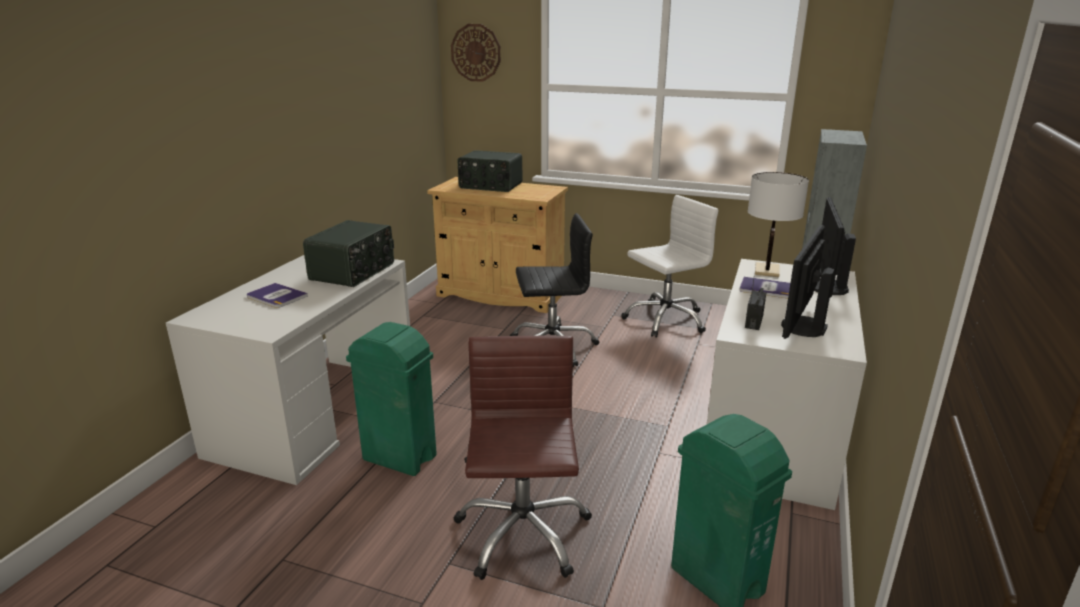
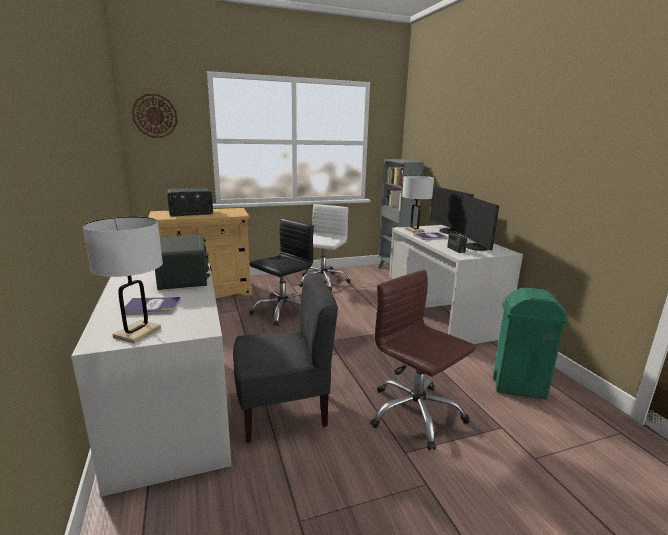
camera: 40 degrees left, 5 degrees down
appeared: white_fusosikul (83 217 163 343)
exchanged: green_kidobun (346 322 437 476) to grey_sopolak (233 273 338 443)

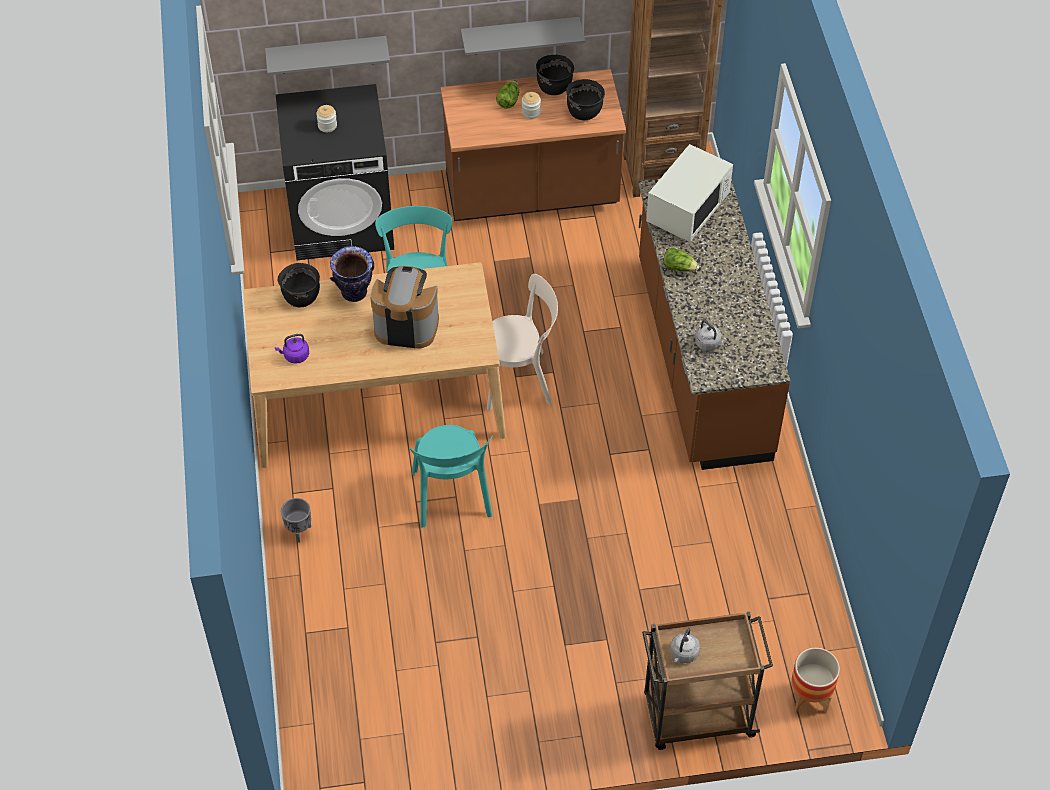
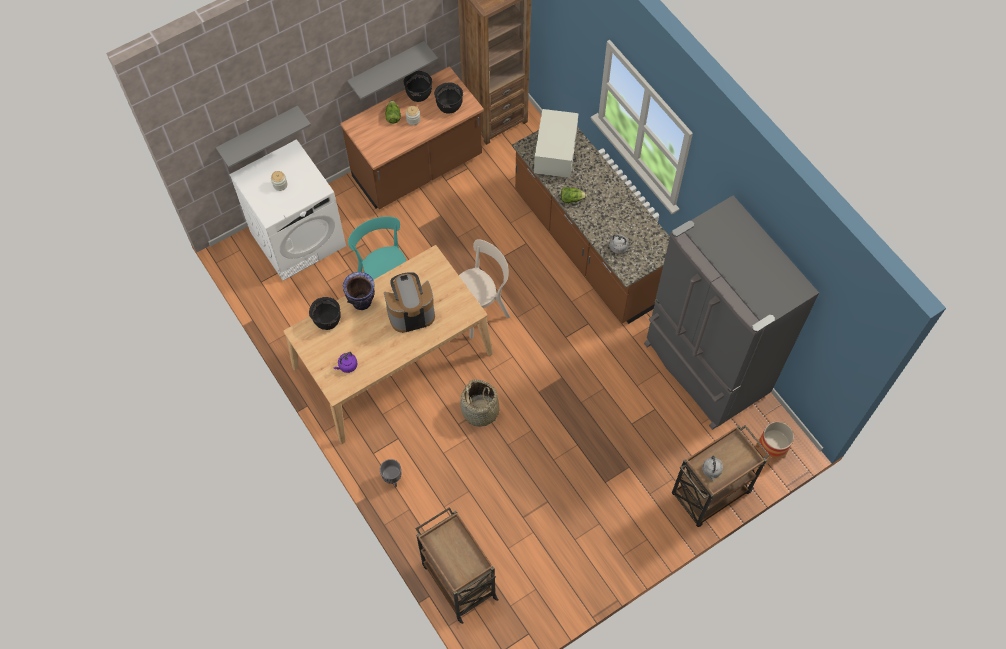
camera: 25 degrees left, 10 degrees up
appeared: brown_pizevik (416 507 499 624); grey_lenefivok (644 196 819 430)
exchanged: turquoise_sopolak (410 425 493 528) to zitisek (461 379 500 427)
colour: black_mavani (276 84 394 260) to white_mavani (229 139 346 281)

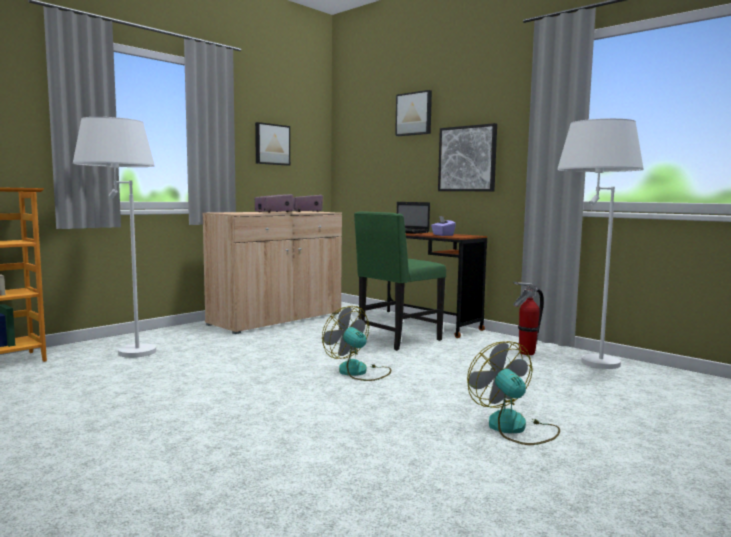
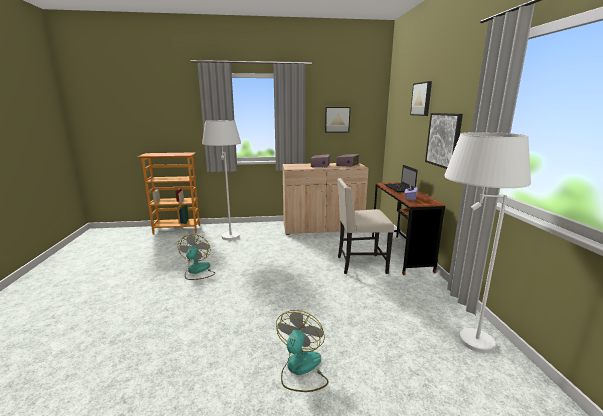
camera: 40 degrees right, 10 degrees up
missing: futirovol (513 282 544 355)
relocated: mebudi (322 306 391 381) to (178 234 215 280)
colour: green_sopolak (354 211 446 351) to beige_sopolak (337 178 394 274)

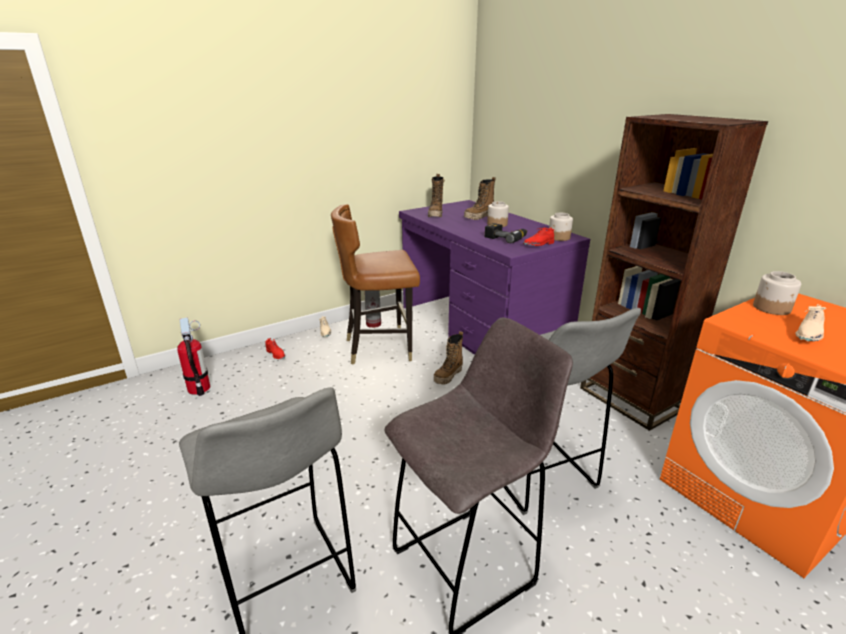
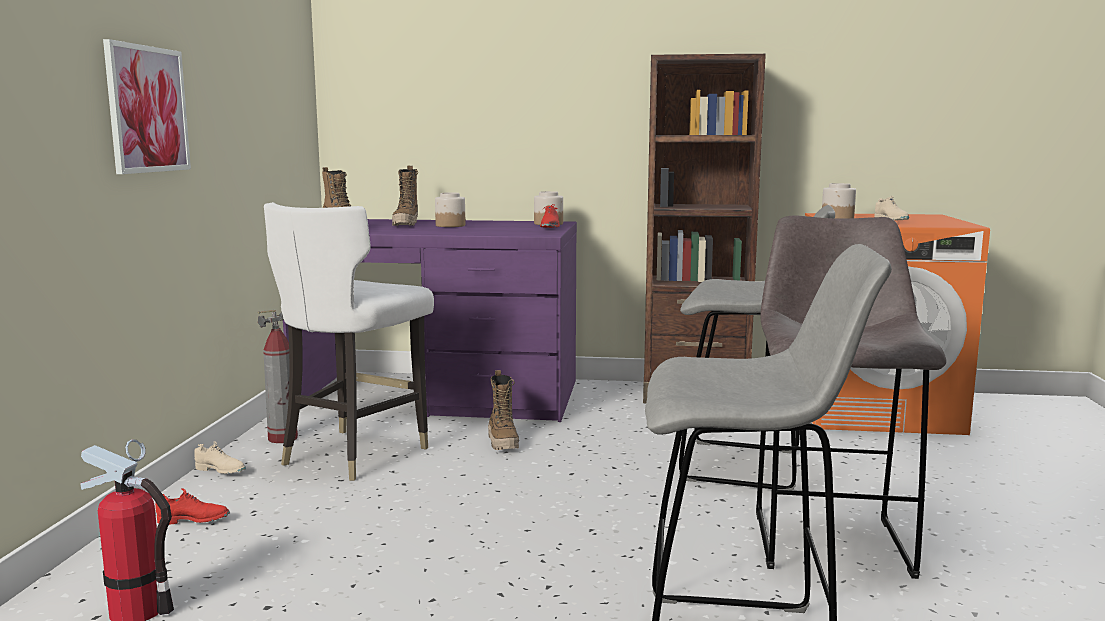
camera: 50 degrees left, 15 degrees down
missing: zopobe (485 223 527 243)
appeared: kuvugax (103 39 191 174)
colour: brown_sopolak (331 204 420 365) to white_sopolak (264 202 434 481)

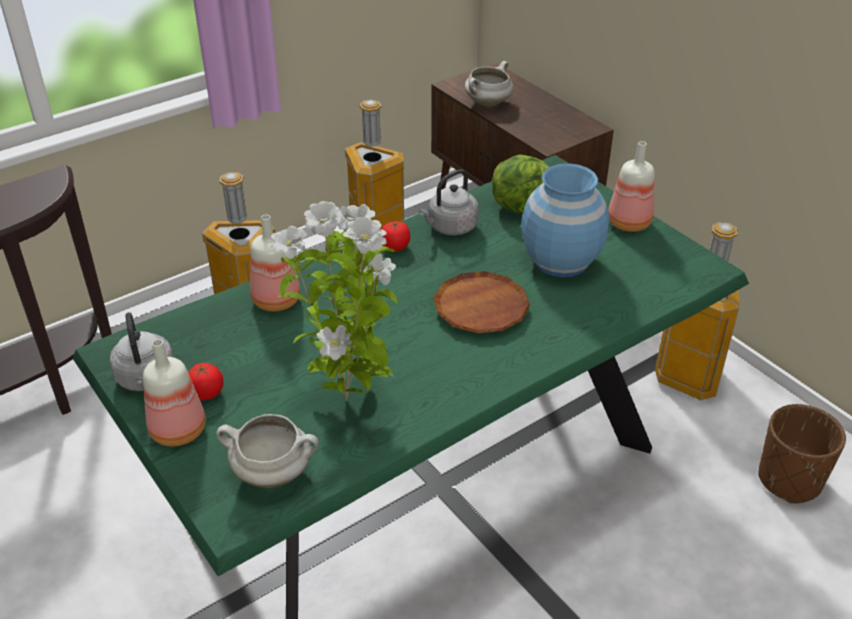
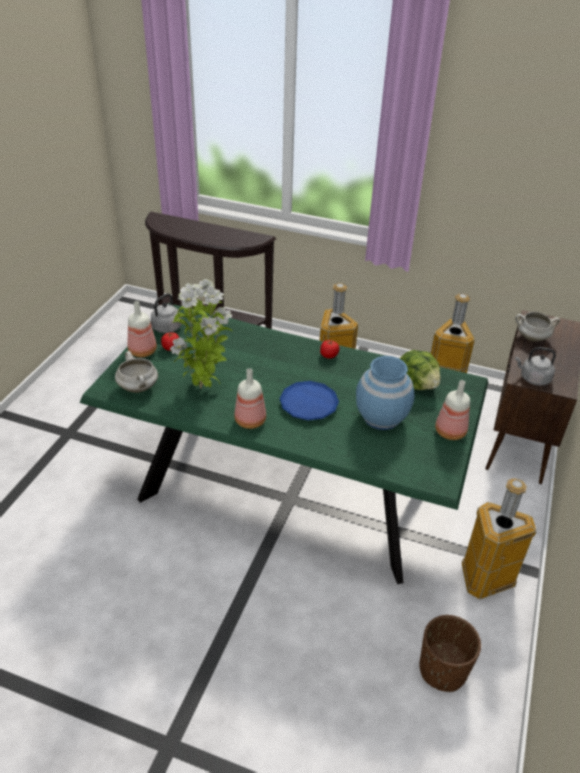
camera: 55 degrees right, 0 degrees up
relocated: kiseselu (250 215 300 311) to (234 368 266 429); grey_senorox (419 169 479 235) to (515 347 556 386)
colour: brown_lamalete (433 271 530 334) to blue_lamalete (279 381 339 420)

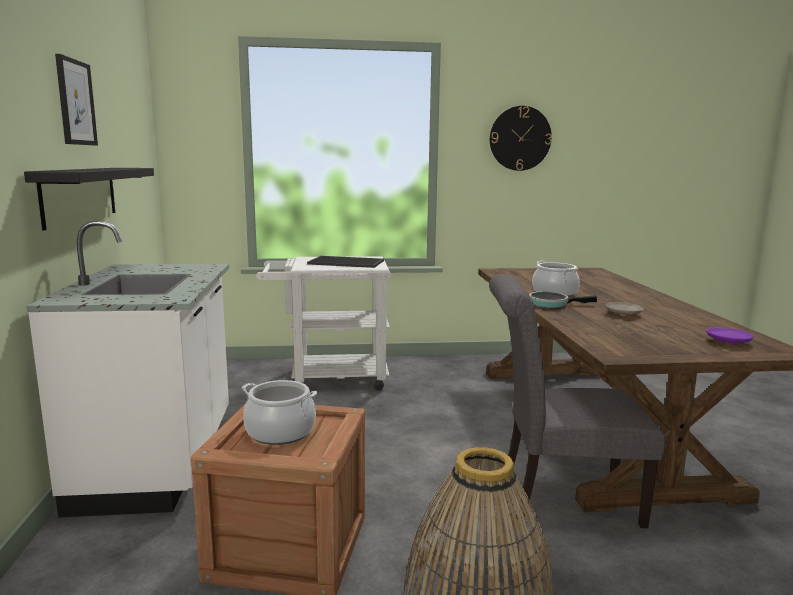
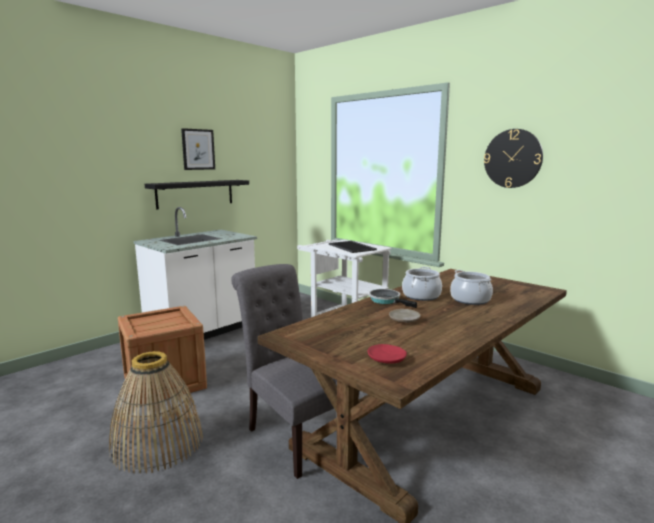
camera: 50 degrees right, 0 degrees up
relocated: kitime (242 380 317 445) to (450 270 493 305)
colour: purple_lamalete (706 328 753 345) to red_lamalete (368 344 407 364)

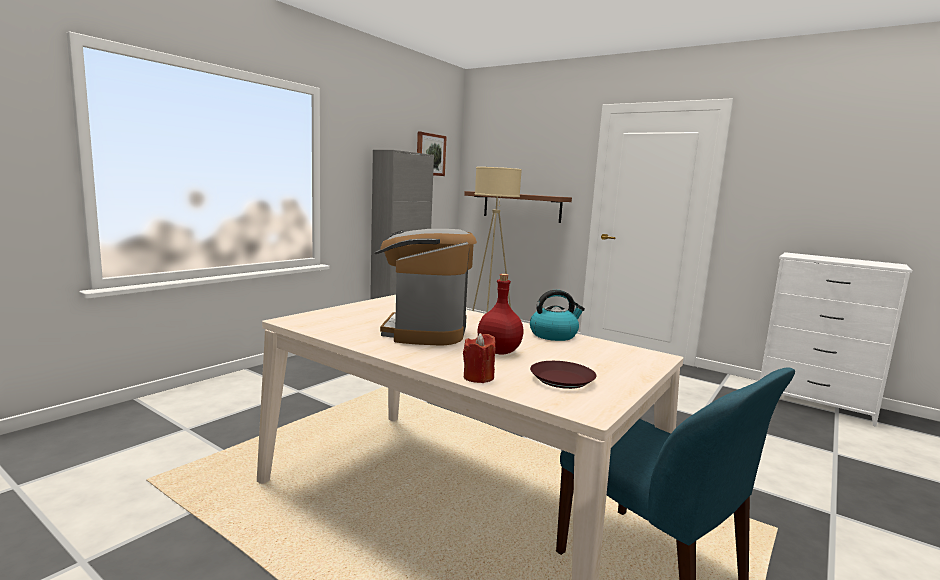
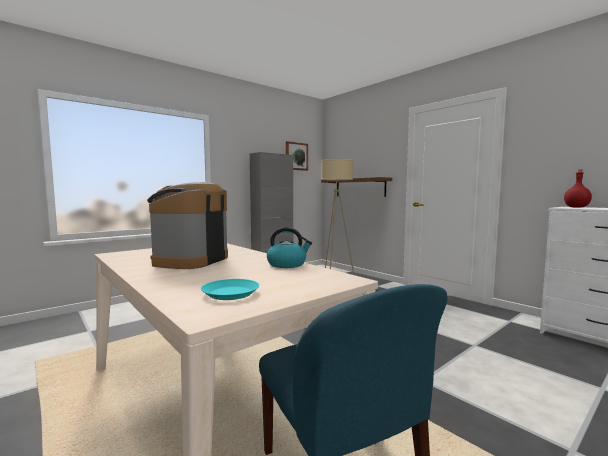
camera: 15 degrees right, 5 degrees down
missing: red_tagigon (463 333 496 383)
relocated: red_kiseselu (478 274 523 354) to (564 169 592 208)
colour: brown_lamalete (530 361 596 389) to turquoise_lamalete (201 279 259 300)

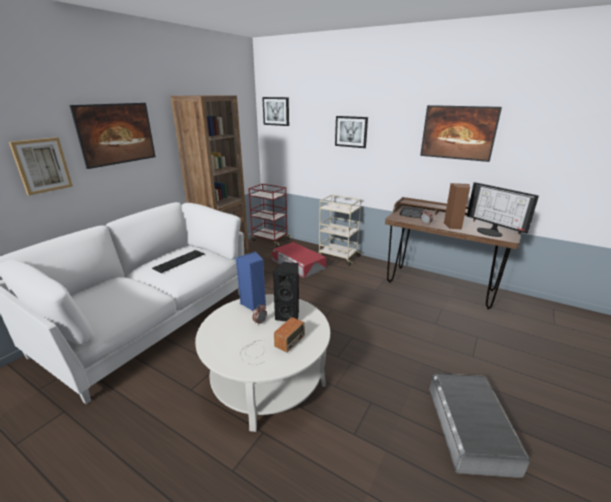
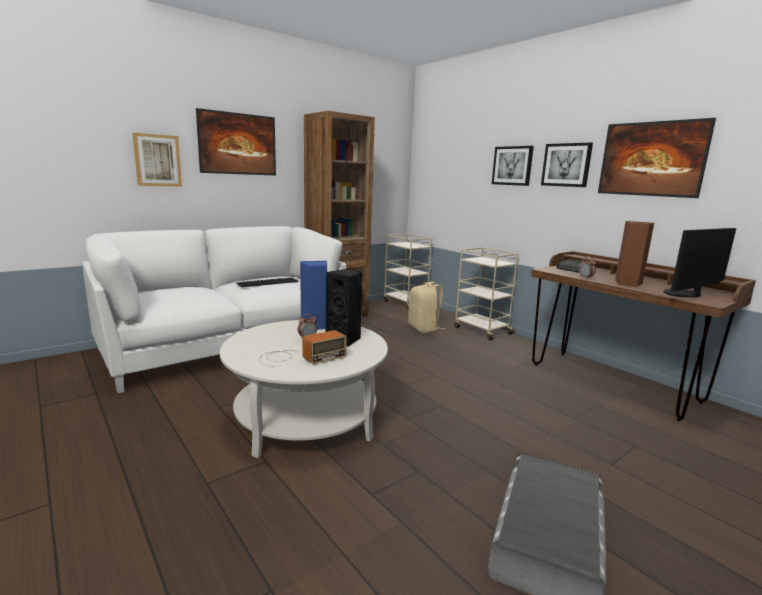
camera: 20 degrees right, 10 degrees down
relocated: kuvugax (262 97 289 126) to (541 143 593 187)
exchanged: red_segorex (272 242 326 278) to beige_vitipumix (408 281 445 334)
colour: red_pizevik (248 184 291 247) to beige_pizevik (383 234 432 310)
spun: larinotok (467 182 539 237) = (664 228 736 298) 75 degrees clockwise

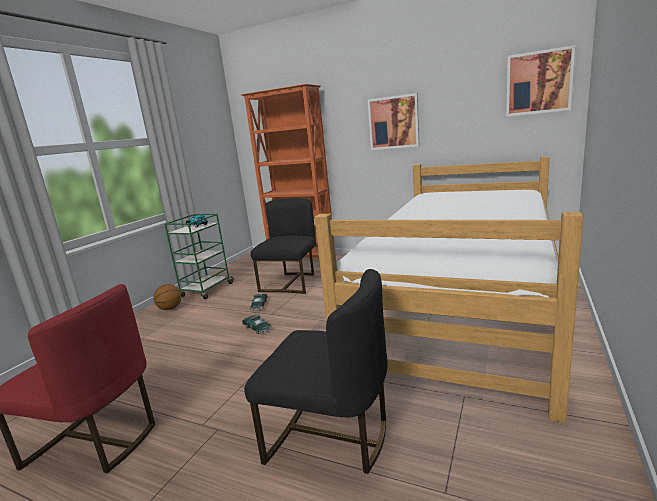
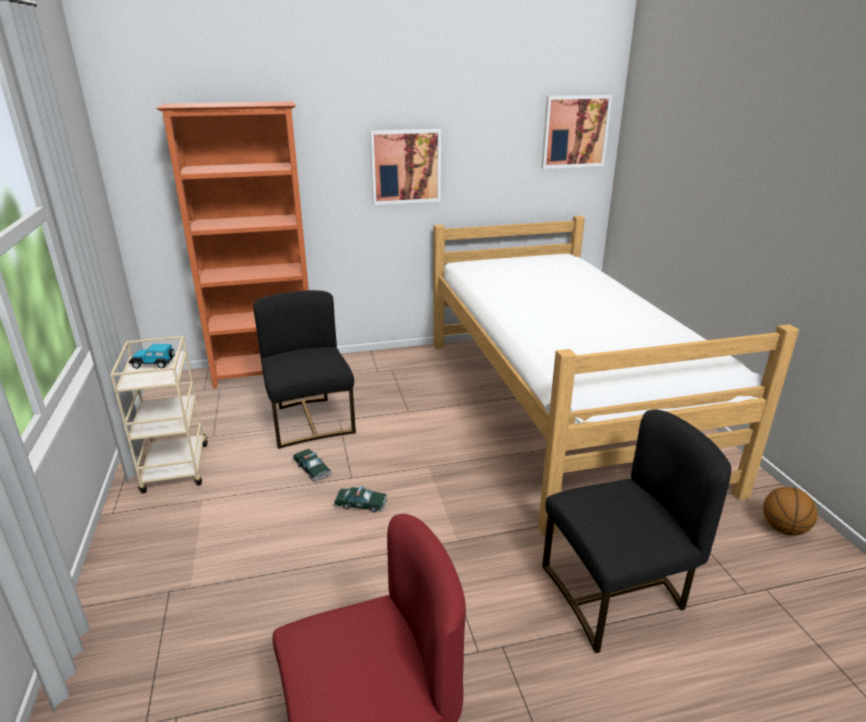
camera: 40 degrees left, 10 degrees up
relocated: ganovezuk (153 284 182 310) to (763 487 818 536)
colour: green_pizevik (164 214 234 299) to beige_pizevik (110 336 208 493)

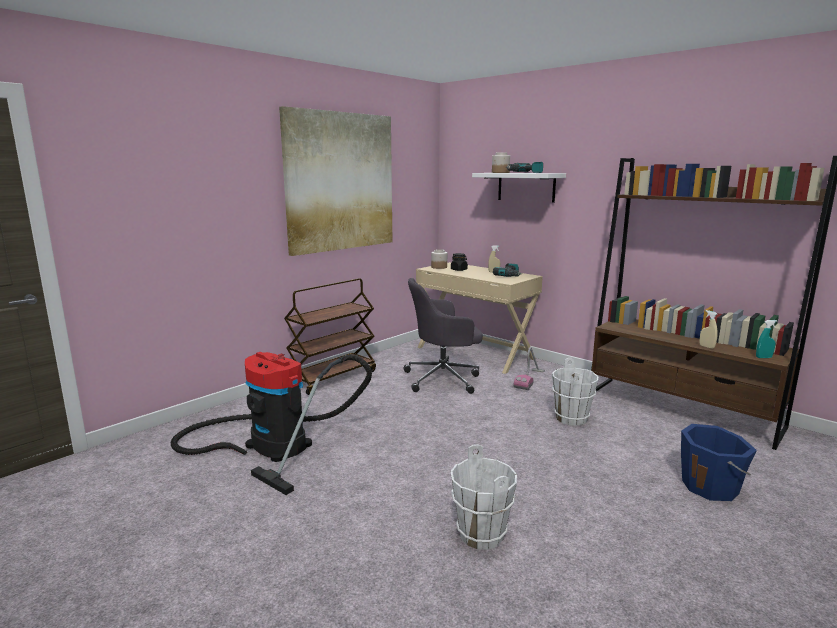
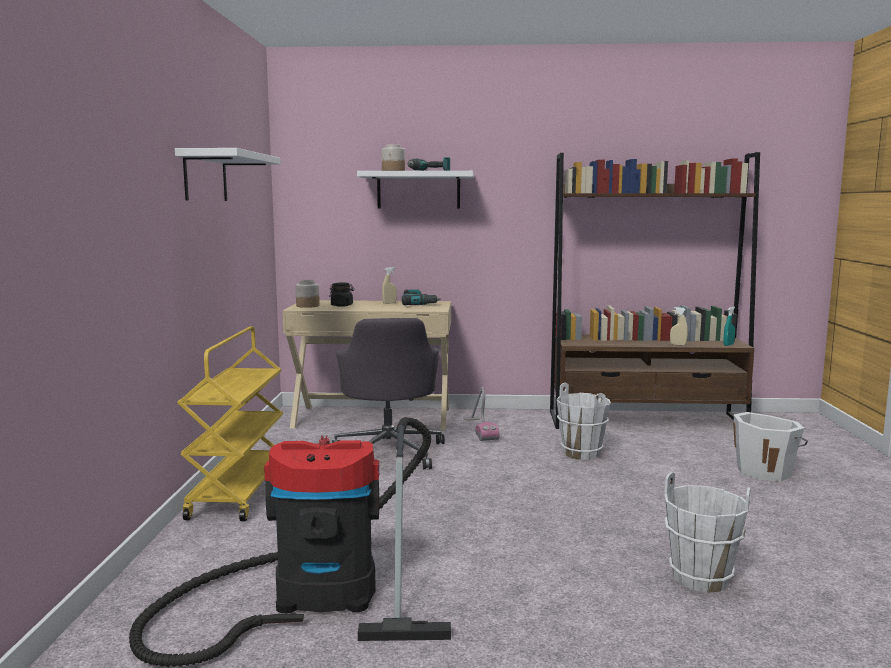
camera: 40 degrees left, 5 degrees down
exchanged: kuvugax (279 106 393 256) to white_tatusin (175 148 281 201)
colour: brown_pizevik (284 278 376 395) to yellow_pizevik (177 326 283 521); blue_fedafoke (681 424 757 501) to white_fedafoke (733 412 808 481)
spun: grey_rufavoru (404 278 483 394) = (332 318 445 469) 45 degrees counterclockwise

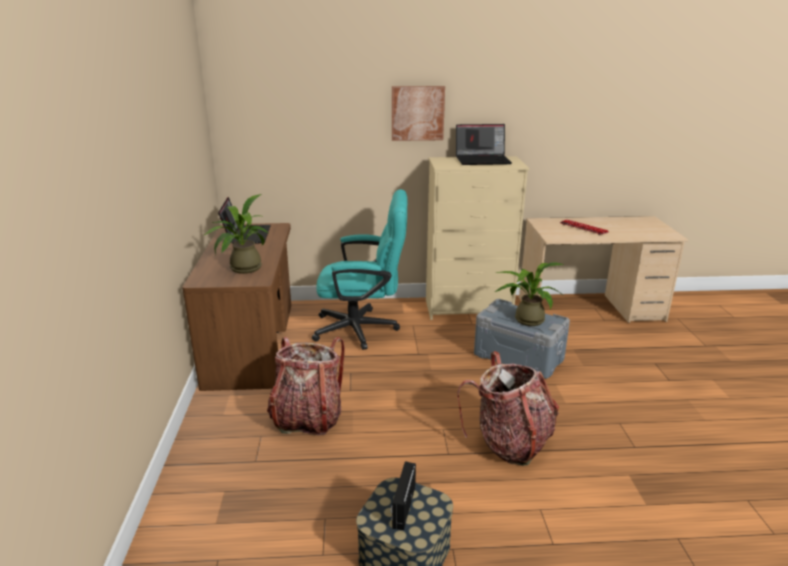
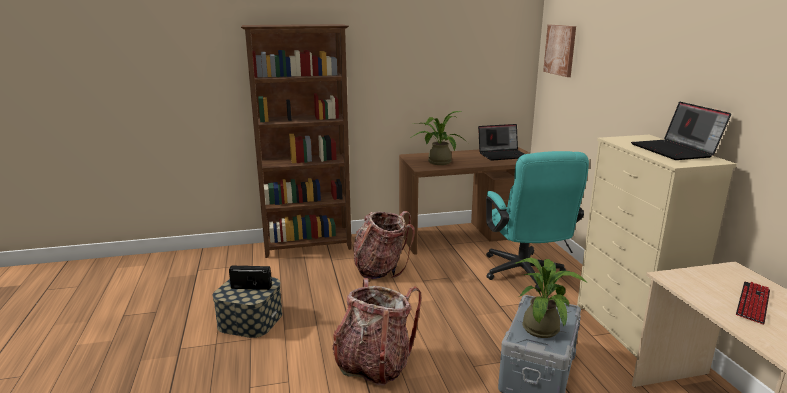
camera: 80 degrees right, 5 degrees down
appeared: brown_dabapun (241 24 352 258)
relocated: kuvugax (392 86 445 141) to (543 25 576 77)

